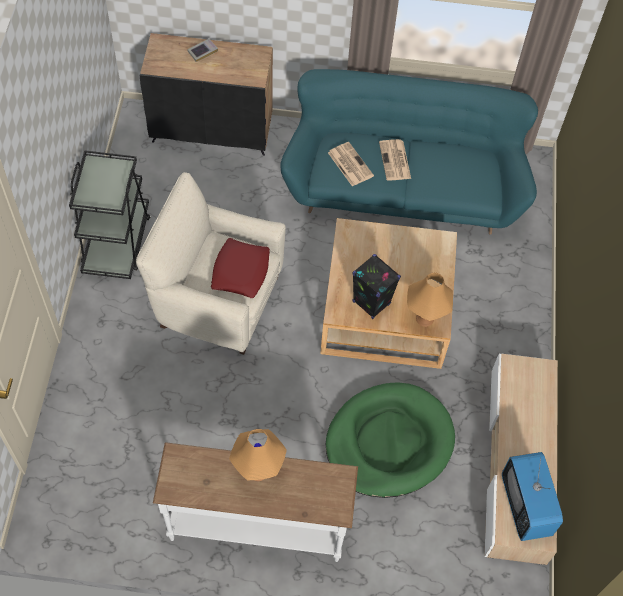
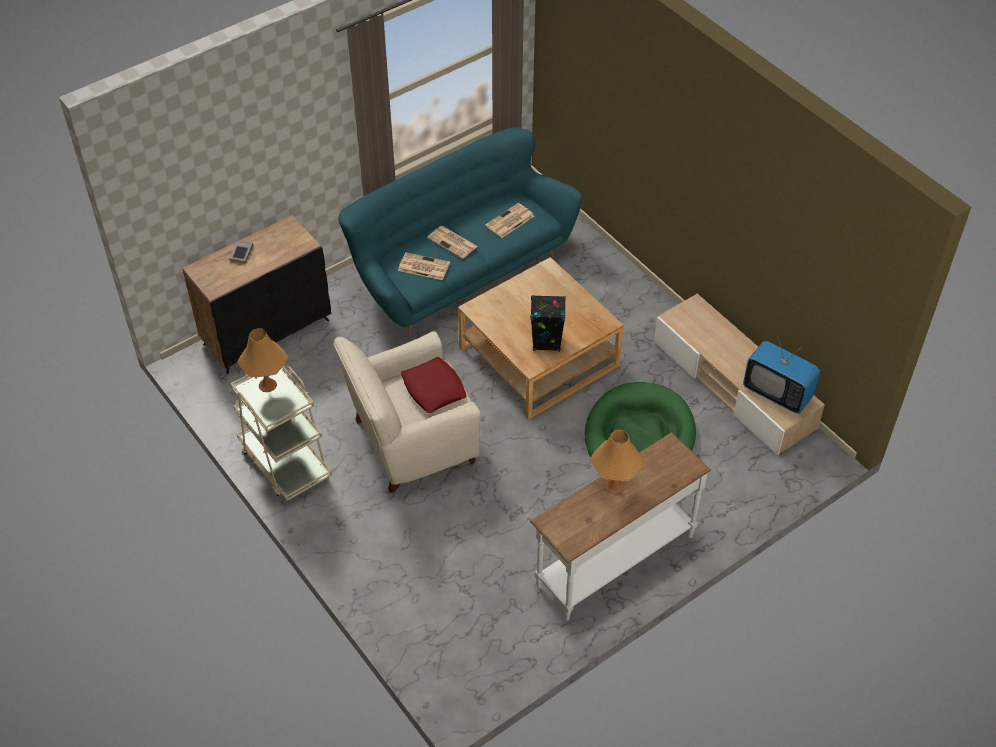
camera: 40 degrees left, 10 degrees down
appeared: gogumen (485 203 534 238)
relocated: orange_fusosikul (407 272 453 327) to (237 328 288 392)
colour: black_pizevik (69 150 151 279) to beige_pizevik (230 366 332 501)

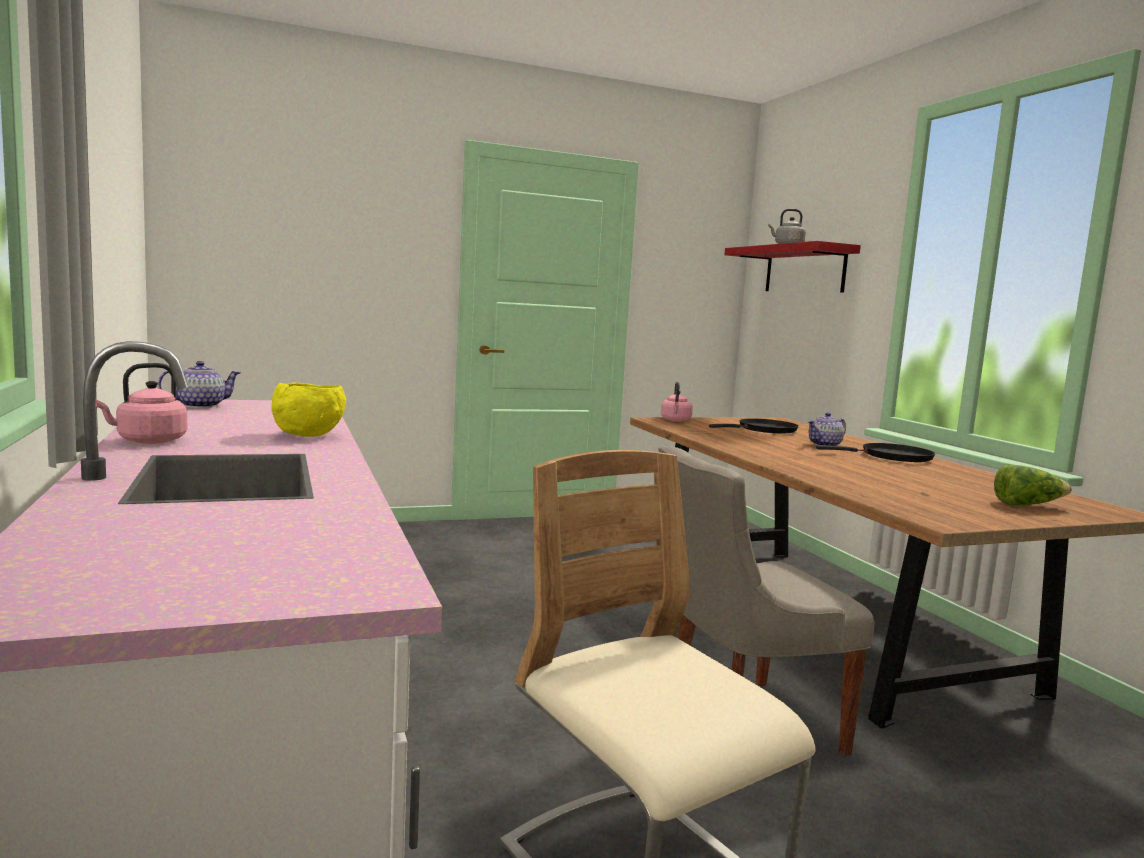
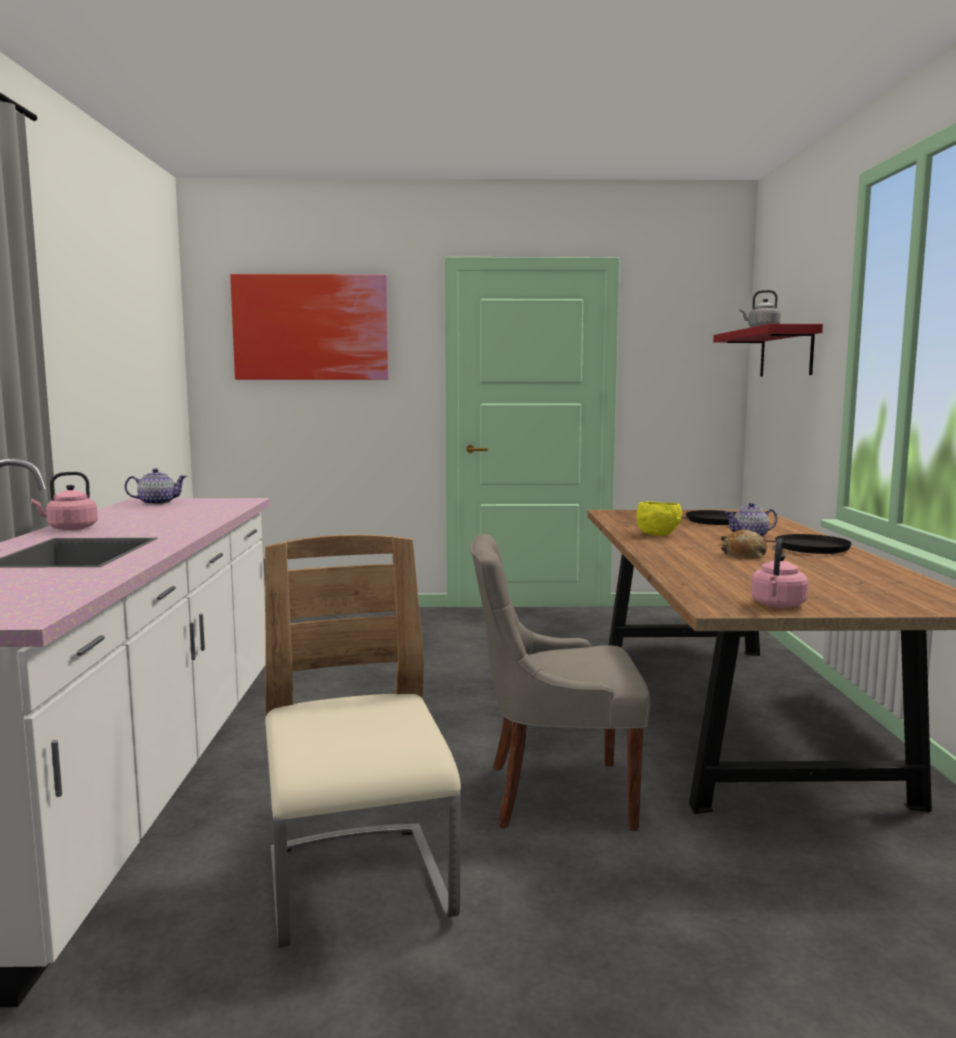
camera: 20 degrees right, 0 degrees up
missing: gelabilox (994 464 1072 506)
appeared: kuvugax (230 274 389 380); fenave (721 530 767 558)
relocated: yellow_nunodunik (271 383 346 437) to (636 501 682 536); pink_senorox (661 382 693 422) to (751 538 808 608)

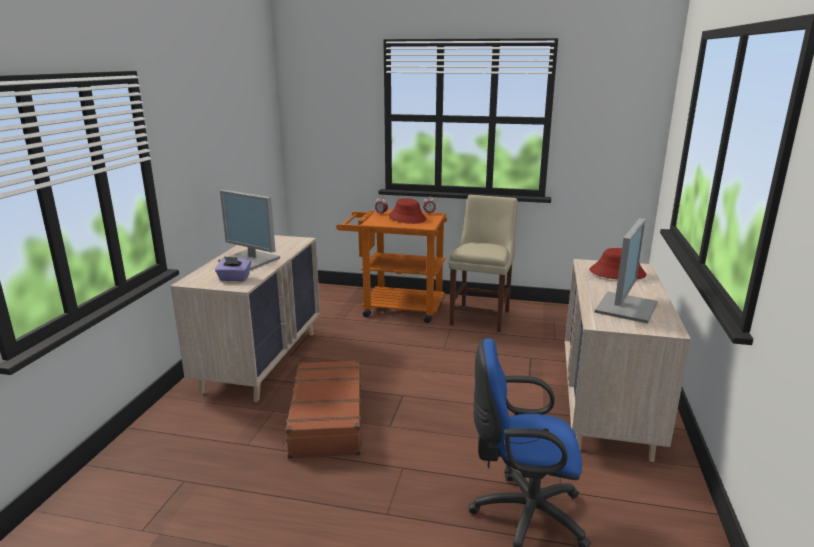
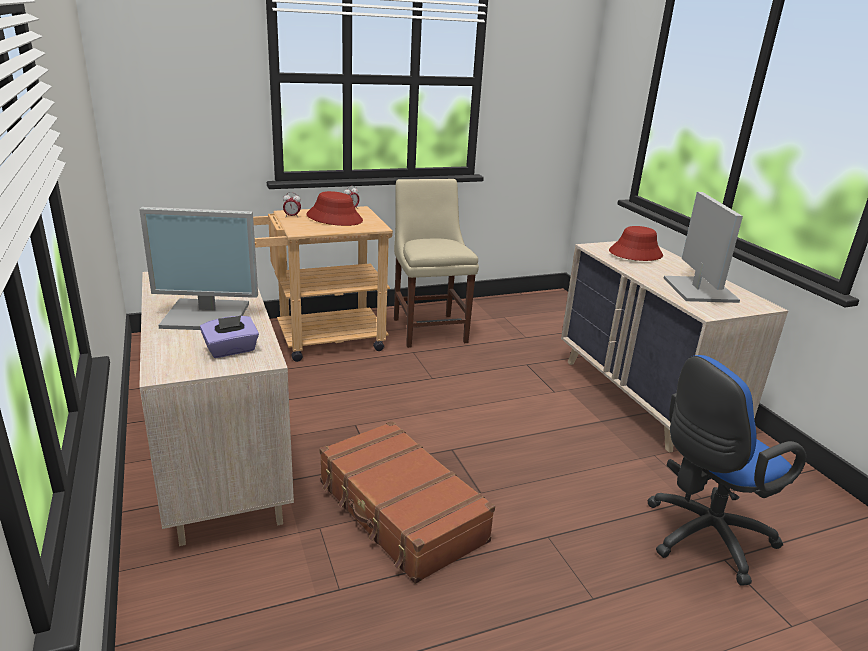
camera: 35 degrees left, 5 degrees up
colour: orange_pizevik (336 210 447 323) to beige_pizevik (253 206 393 362)

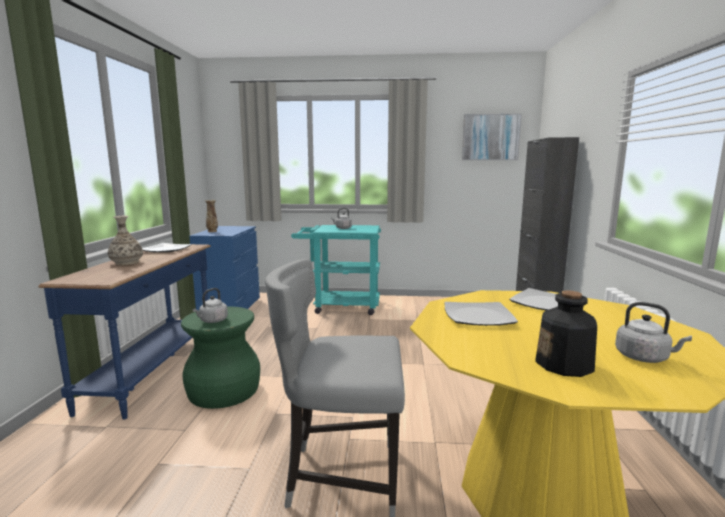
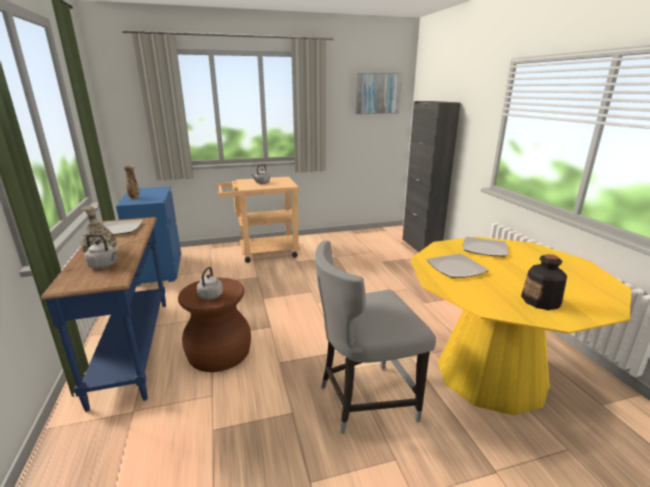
camera: 20 degrees left, 10 degrees up
relocated: grey_senorox (615 302 692 363) to (84 234 118 269)
colour: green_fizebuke (181 307 260 409) to brown_fizebuke (178 278 251 372); turquoise_pizevik (291 225 381 315) to beige_pizevik (217 177 300 263)

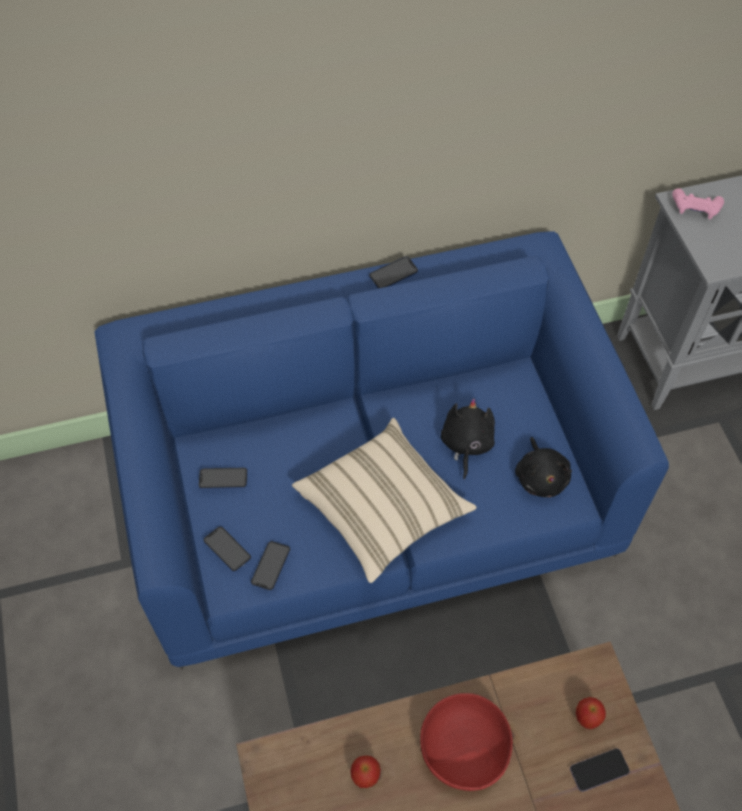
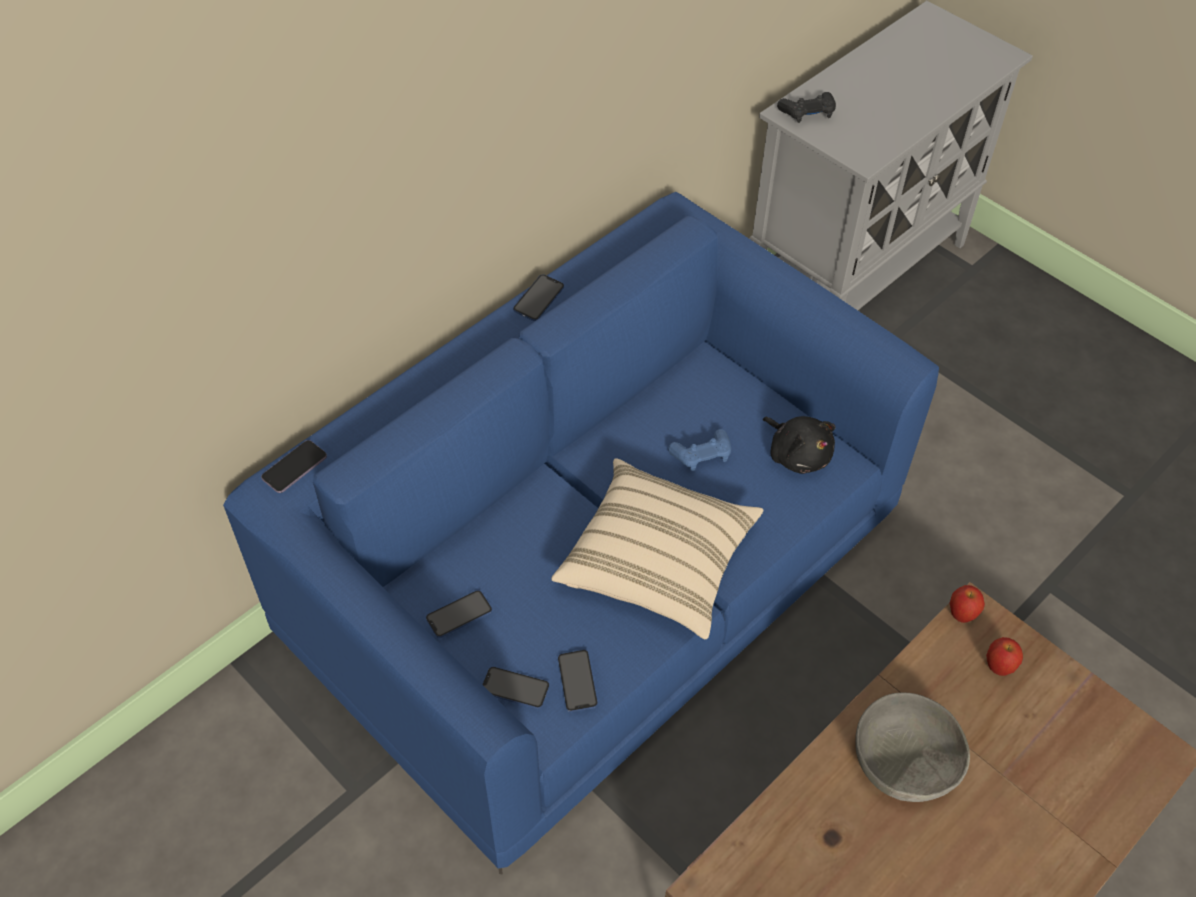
camera: 30 degrees left, 5 degrees down
relocated: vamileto (350 756 381 788) to (950 585 985 623); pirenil (570 748 630 792) to (261 440 327 493)
exchanged: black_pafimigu (441 398 495 480) to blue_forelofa (668 429 731 471)
colour: red_nunodunik (420 693 513 791) to grey_nunodunik (855 693 970 802); pink_forelofa (672 188 724 219) to black_forelofa (777 92 836 123)

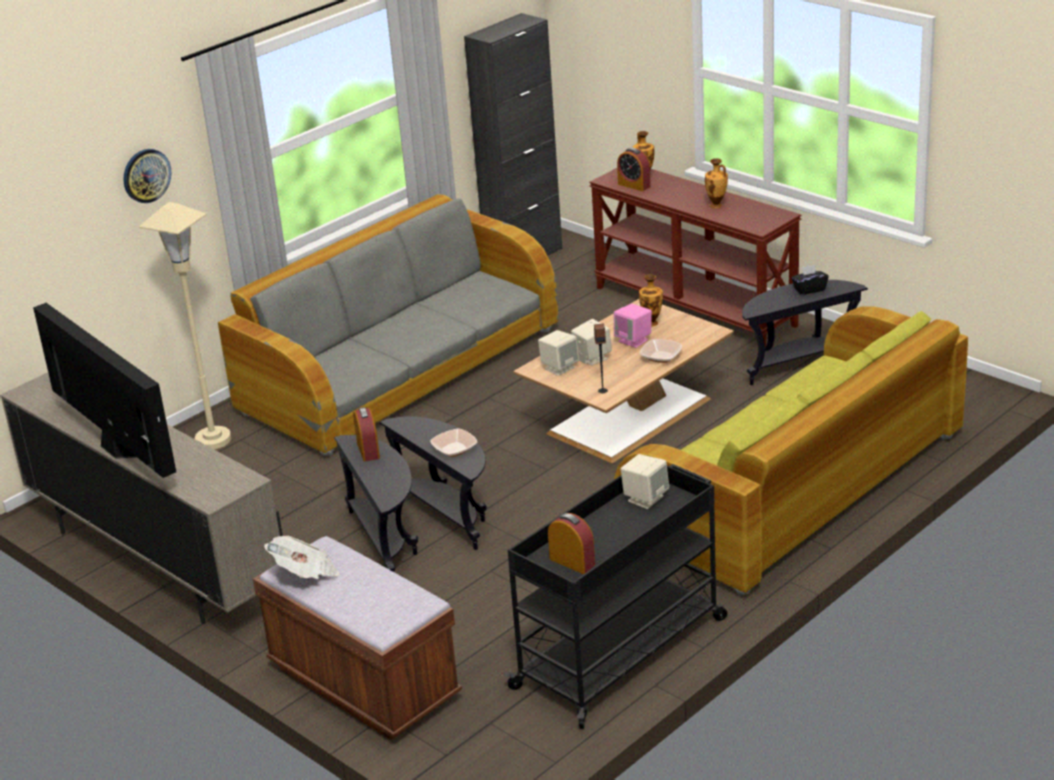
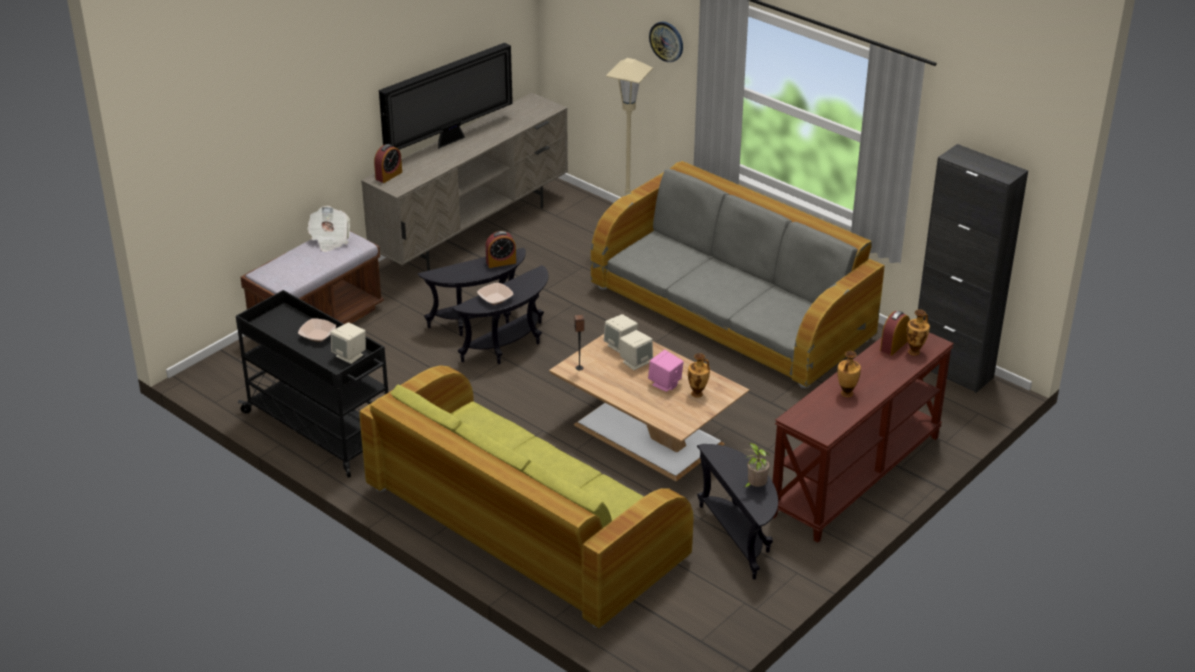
camera: 85 degrees right, 5 degrees up
relocated: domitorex (548 513 595 574) to (374 144 402 183); nunodunik (640 339 682 363) to (298 318 336 342)
exchanged: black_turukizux (791 265 829 295) to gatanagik (744 443 770 488)

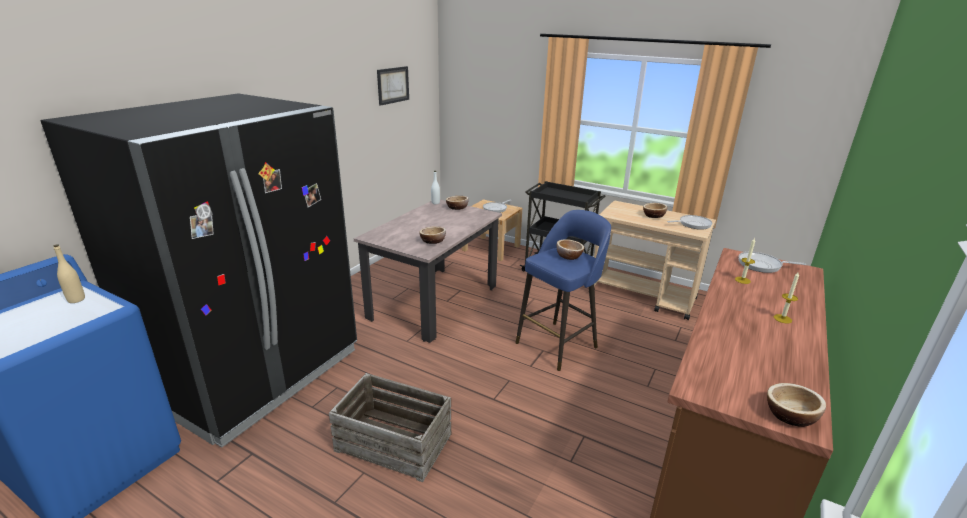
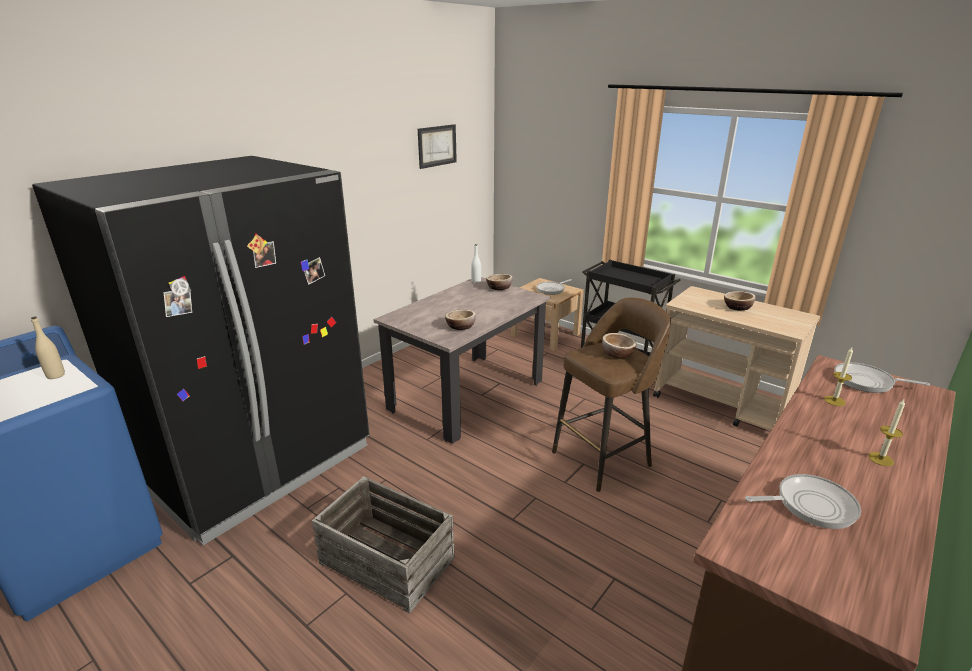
camera: 10 degrees right, 0 degrees up
missing: nunodunik (767 383 826 427)
relocated: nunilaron (667 215 713 230) to (745 474 861 529)
colour: blue_fizebuke (515 210 611 371) to brown_fizebuke (552 298 671 492)

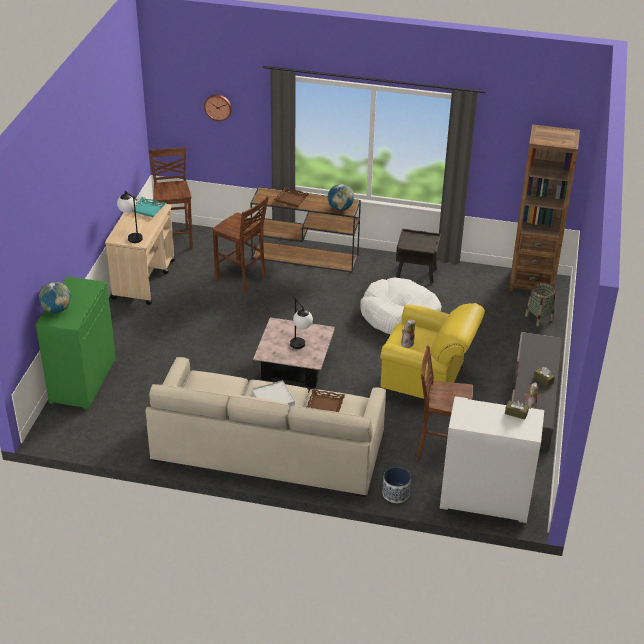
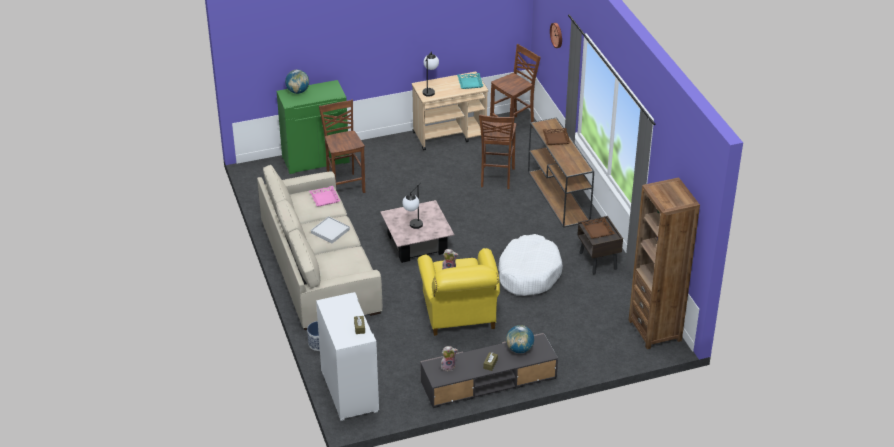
camera: 60 degrees right, 0 degrees up
missing: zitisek (525 283 555 326)
appeared: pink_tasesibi (309 186 340 207)
relocated: brown_tasesibi (307 389 345 412) to (581 217 615 239); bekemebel (328 184 354 211) to (506 325 534 353); brown_fizebuke (416 346 473 461) to (319 99 365 193)

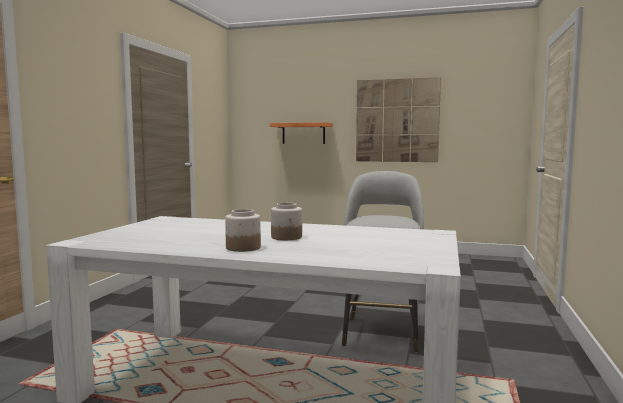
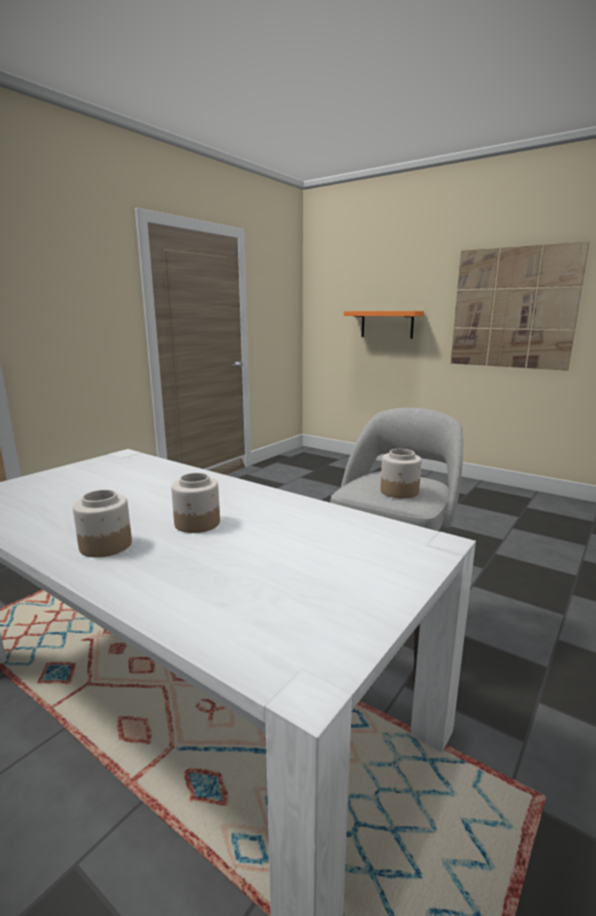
camera: 20 degrees right, 10 degrees up
appeared: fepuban (380 449 422 499)

